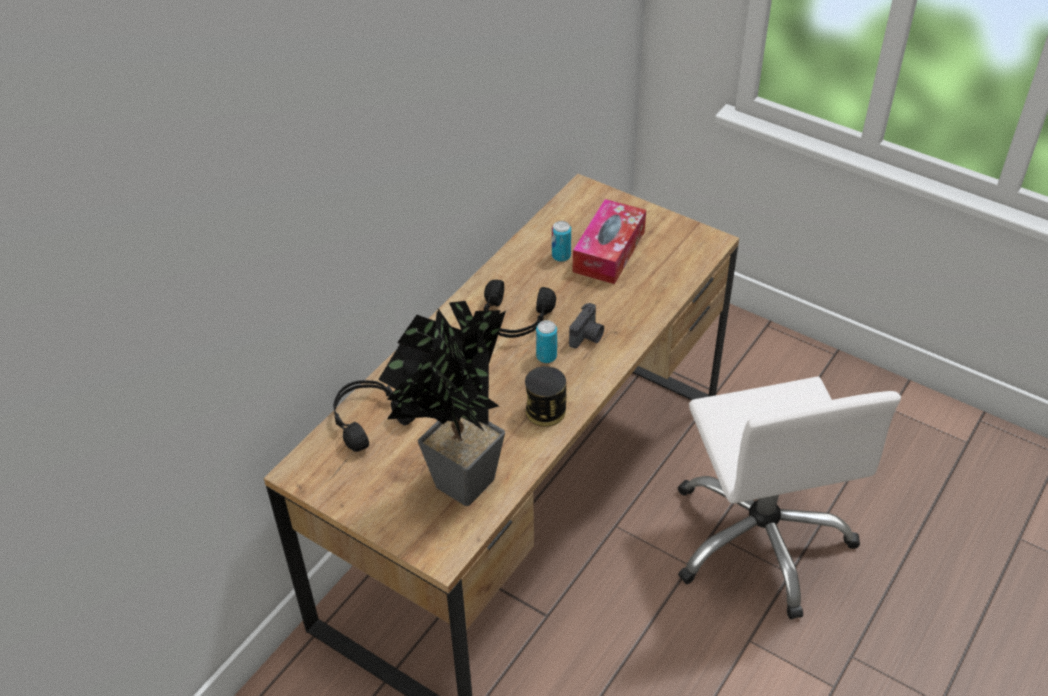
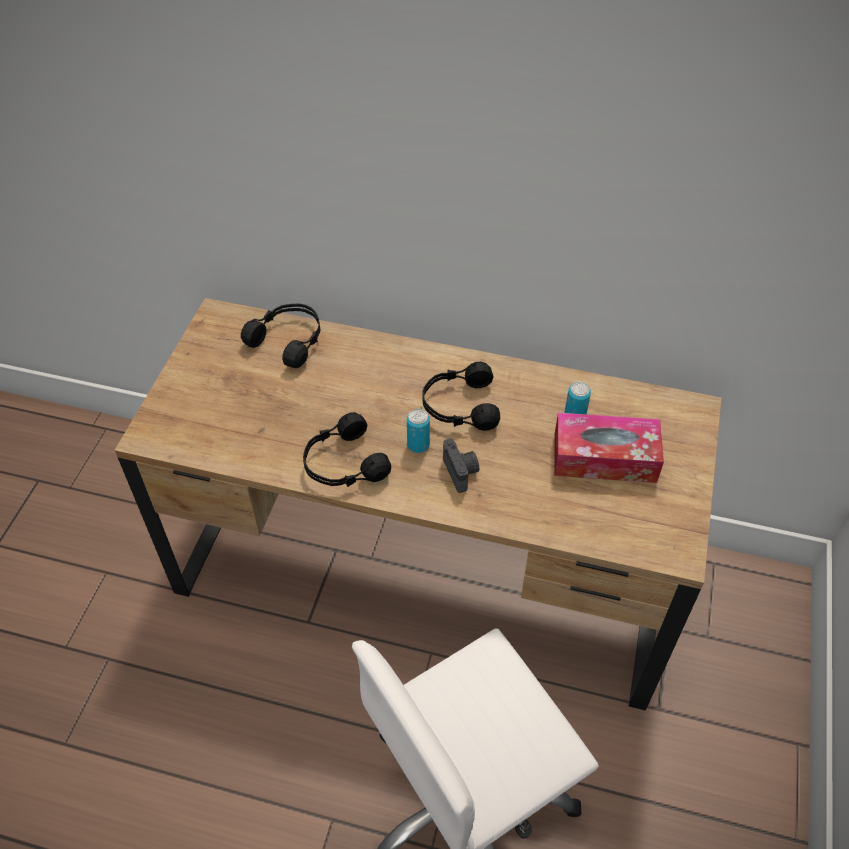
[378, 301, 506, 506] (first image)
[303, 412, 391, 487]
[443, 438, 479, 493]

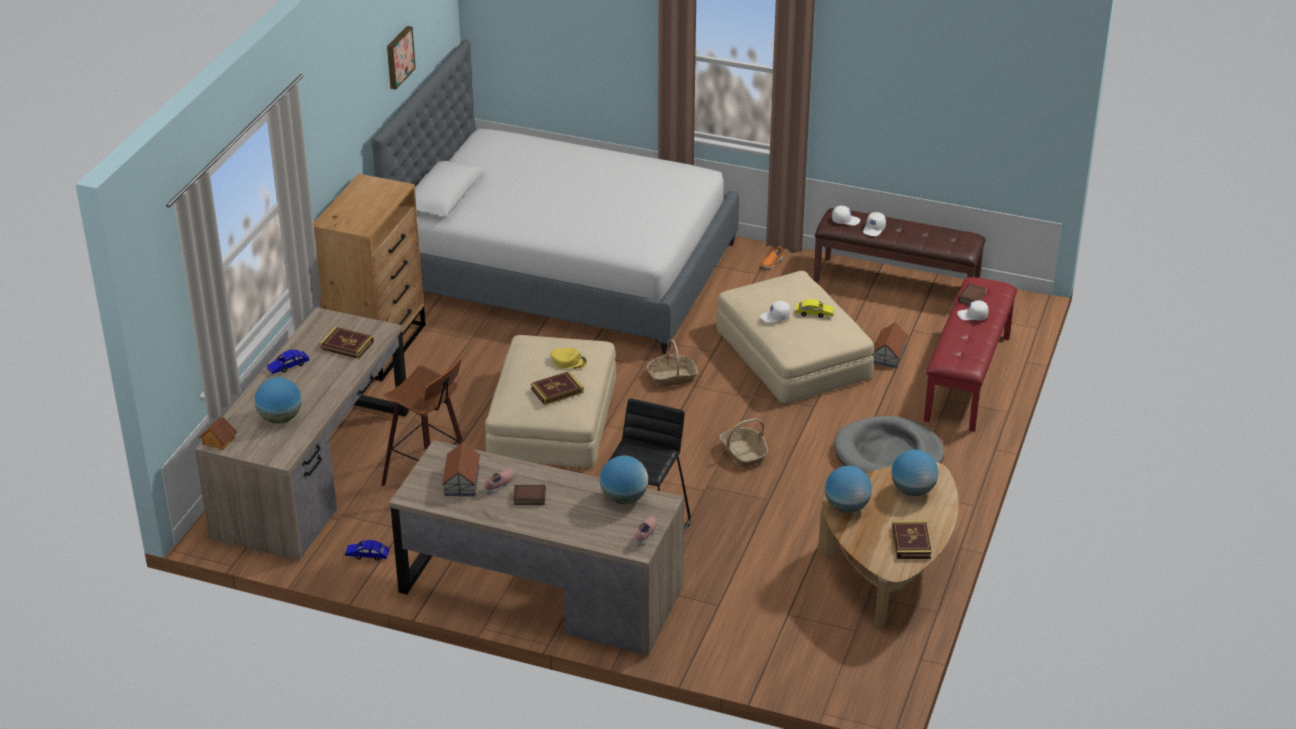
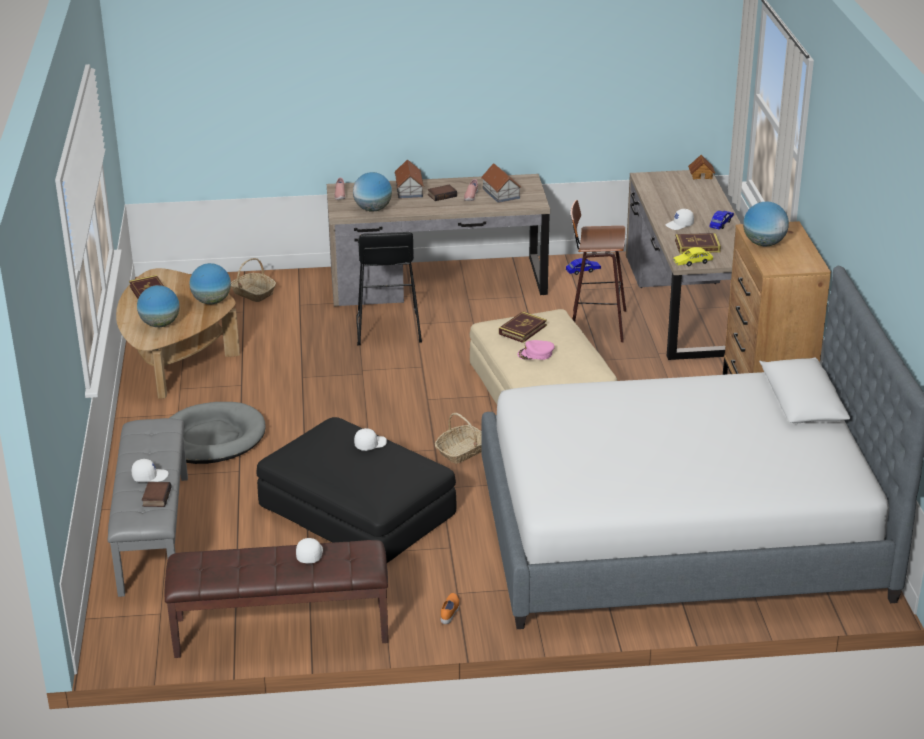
[387, 26, 416, 90] (first image)
[743, 201, 789, 246]
[231, 258, 276, 302]
[673, 247, 713, 266]
[666, 209, 694, 230]
[394, 159, 424, 199]
[518, 340, 555, 360]
[257, 417, 456, 563]
[108, 418, 188, 597]

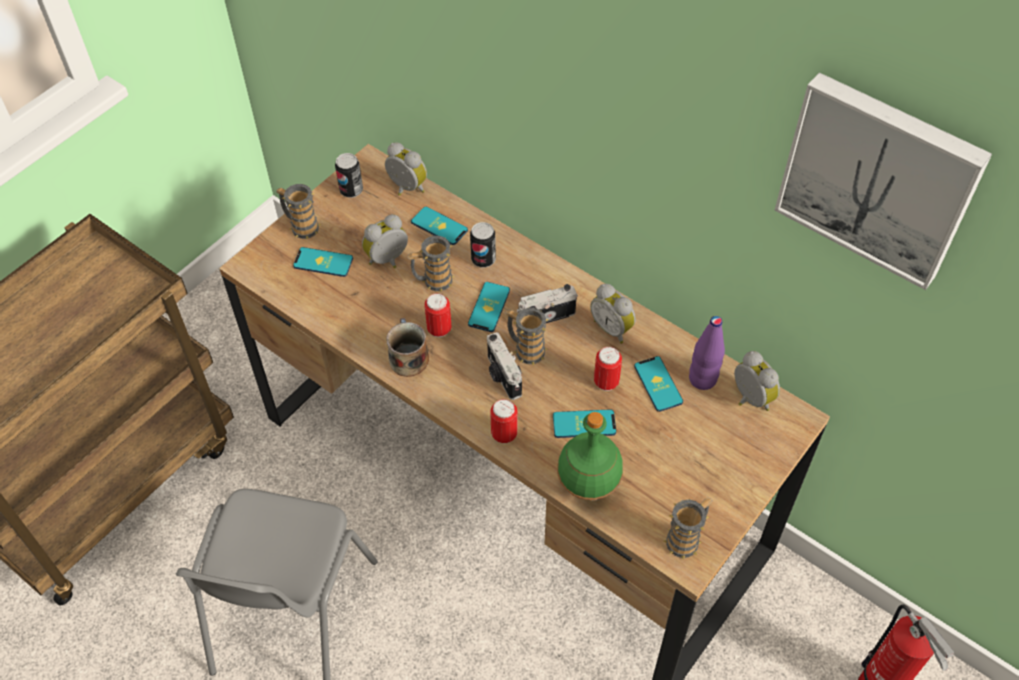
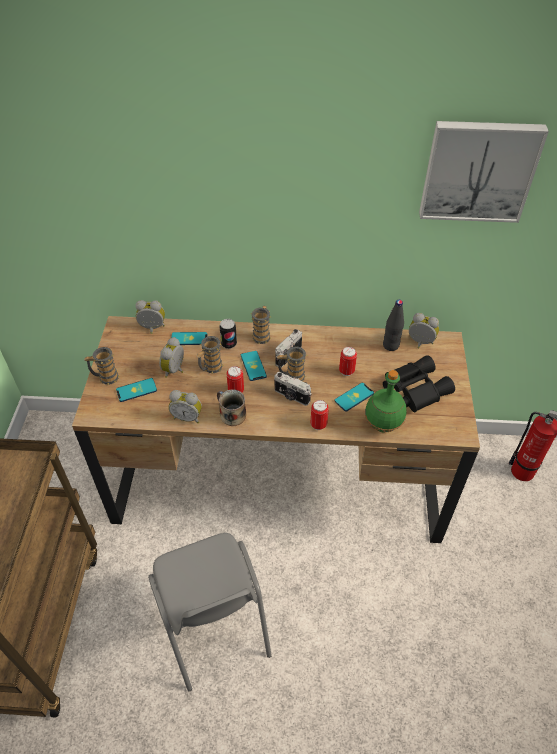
[335, 153, 363, 198] (first image)
[634, 356, 683, 412] (first image)
[383, 355, 455, 413]
[168, 390, 202, 423]
[251, 306, 272, 344]
[383, 300, 404, 351]

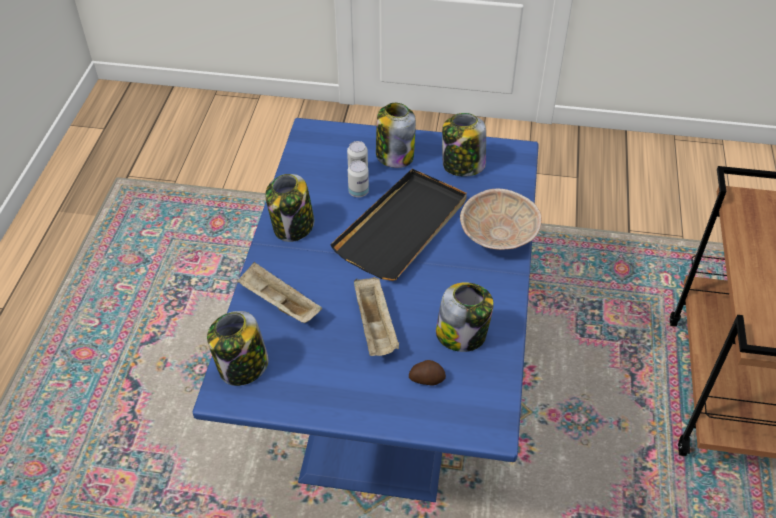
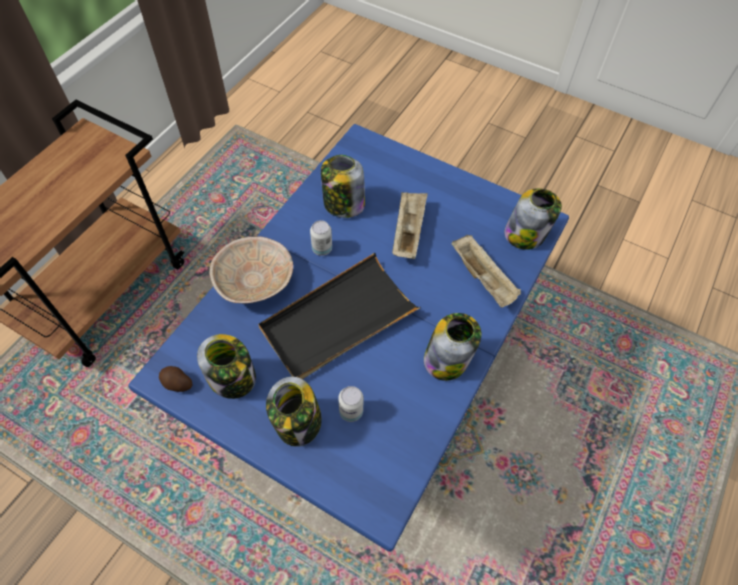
[310, 220, 332, 256]
[159, 366, 193, 392]

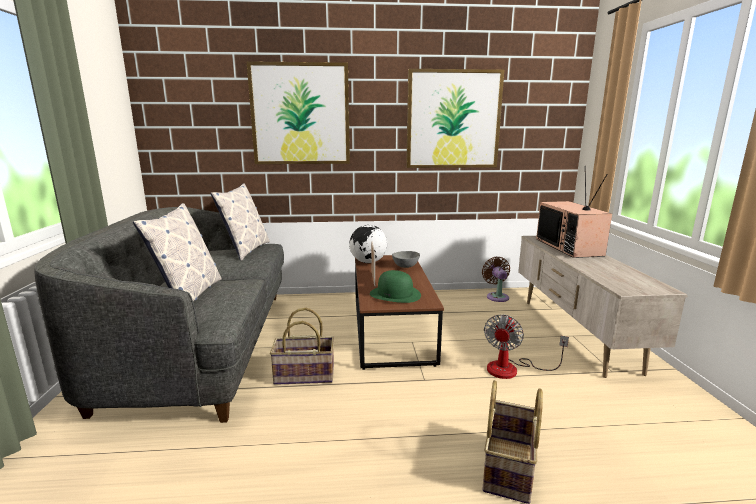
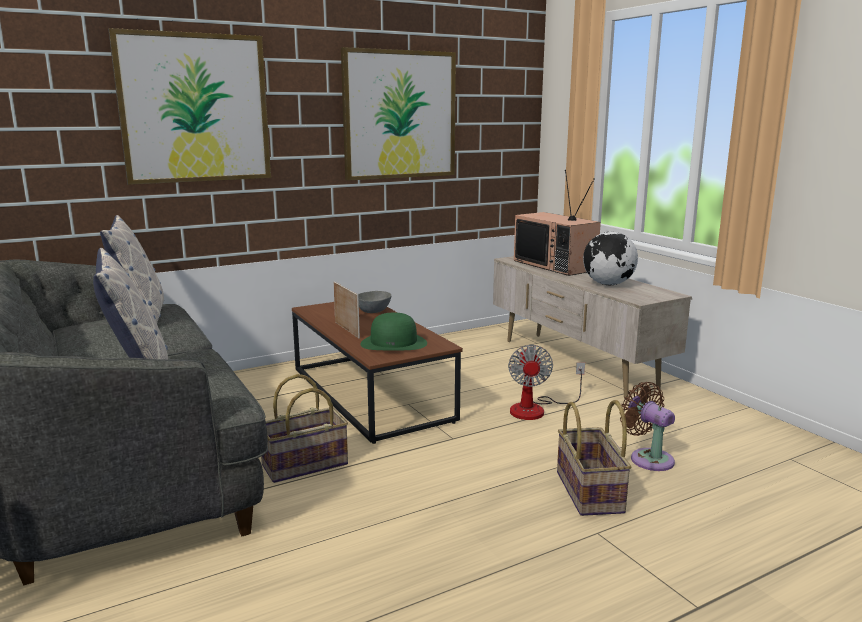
[583, 232, 638, 285]
[620, 382, 675, 471]

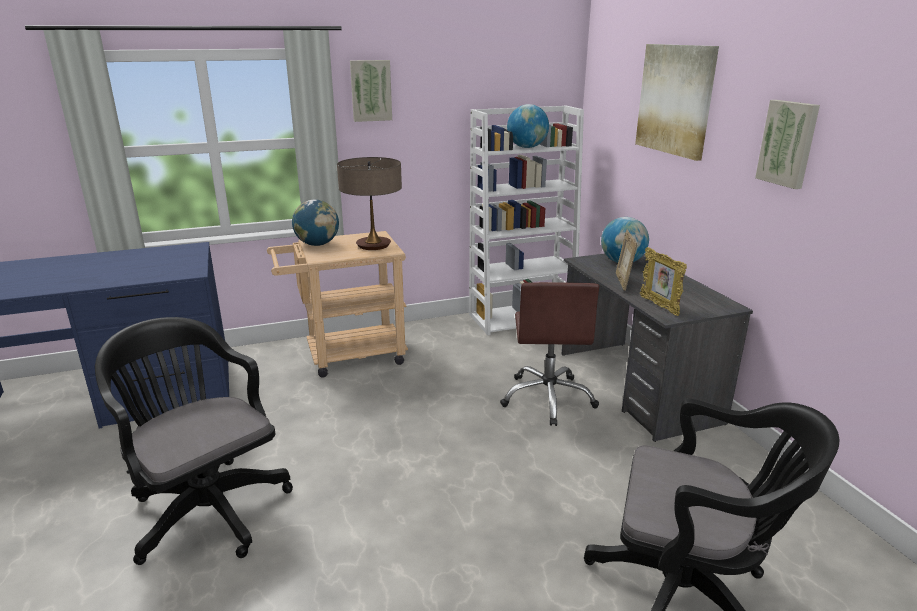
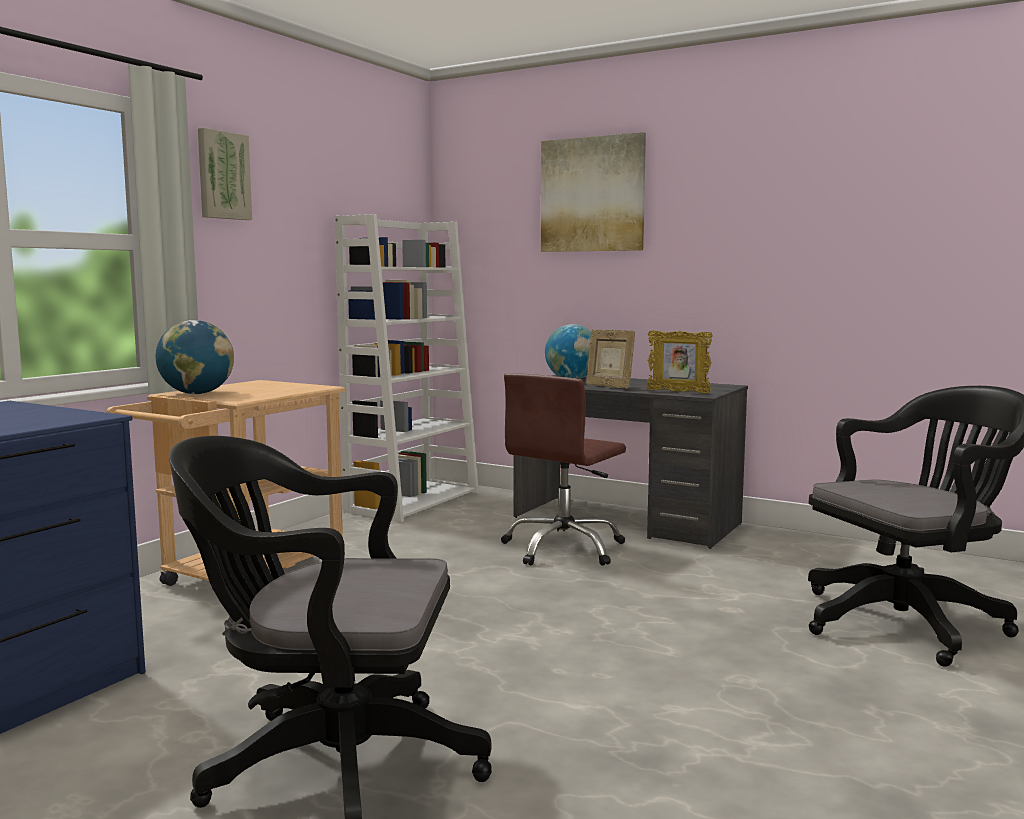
[337, 157, 402, 250] (first image)
[507, 104, 549, 148] (first image)
[755, 100, 820, 189] (first image)
[501, 373, 626, 566]

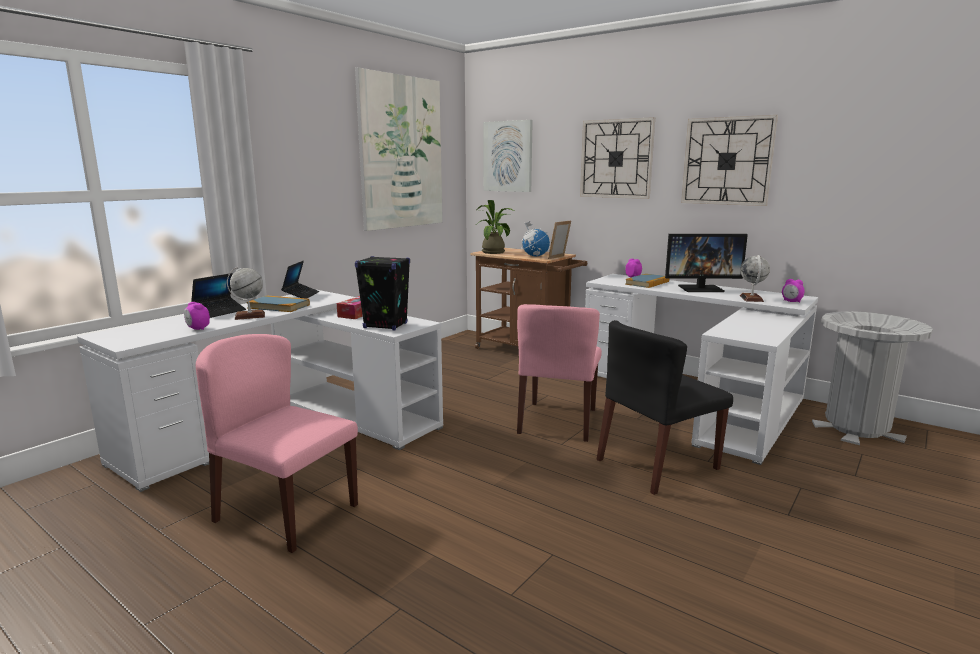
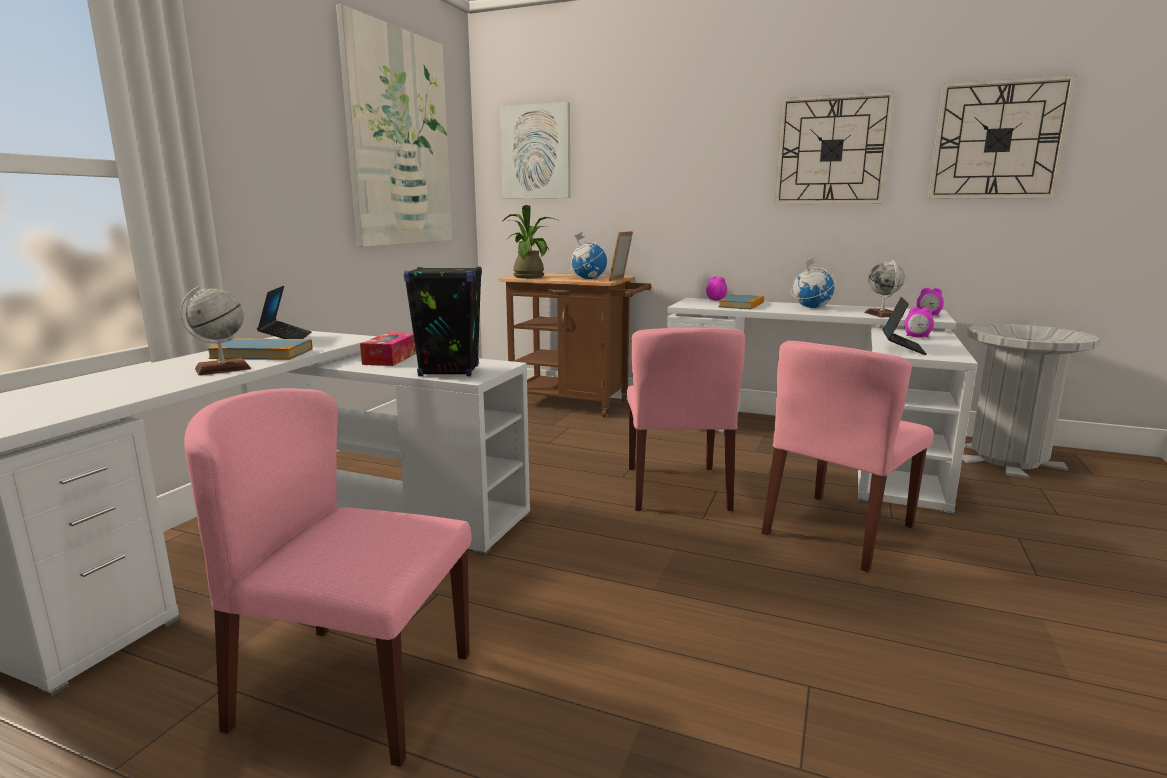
[904, 307, 934, 337]
[882, 297, 927, 355]
[928, 75, 1077, 199]
[790, 257, 836, 308]
[762, 341, 934, 572]

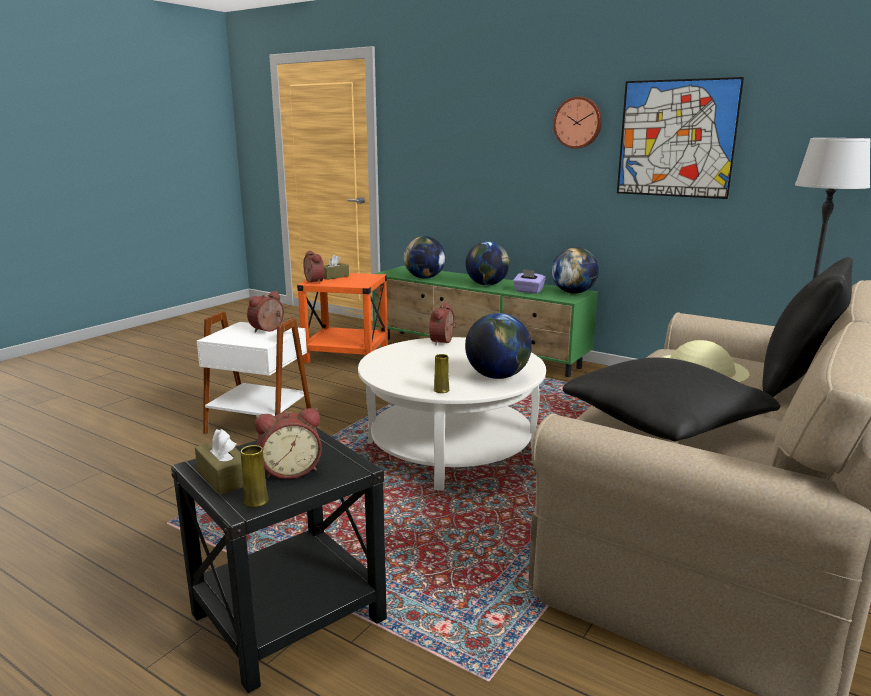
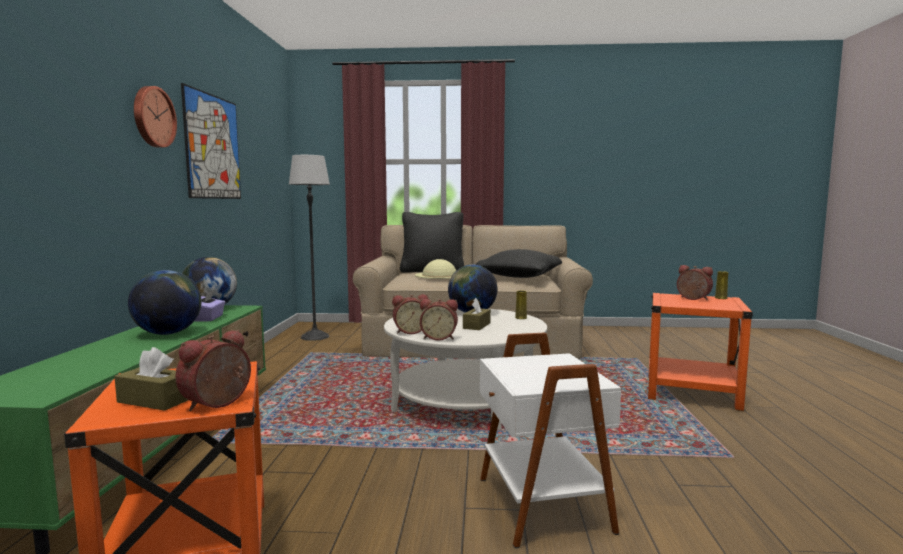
[404, 236, 446, 279] (first image)
[463, 298, 491, 330]
[420, 299, 458, 340]
[648, 293, 753, 411]

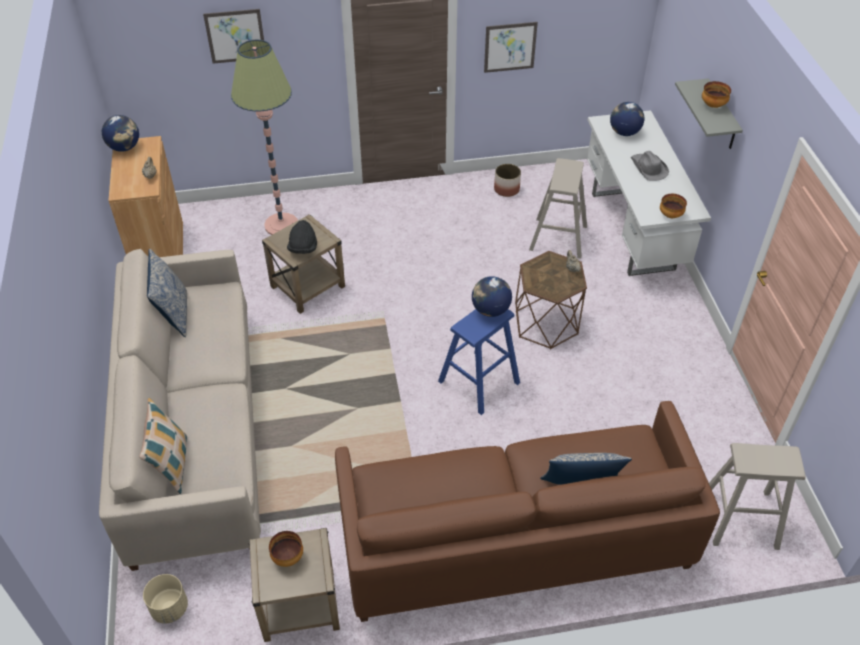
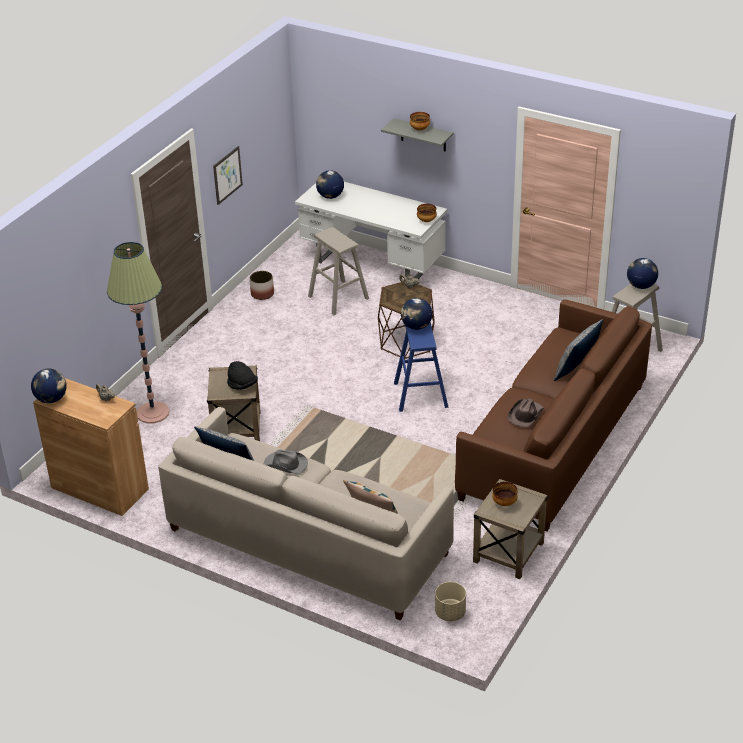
[203, 9, 264, 64] (first image)
[508, 399, 544, 427]
[627, 258, 658, 289]
[264, 450, 308, 475]

